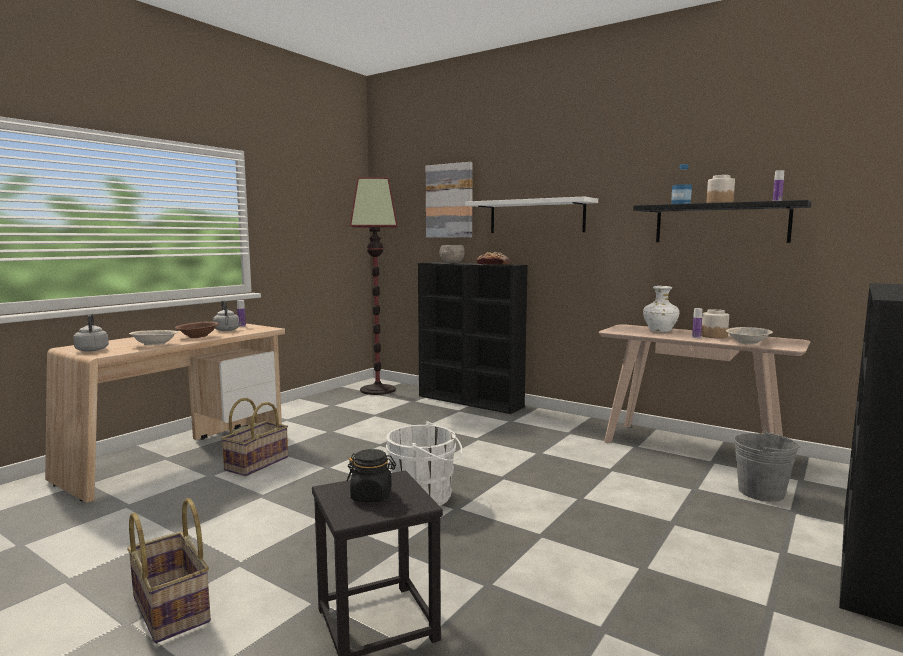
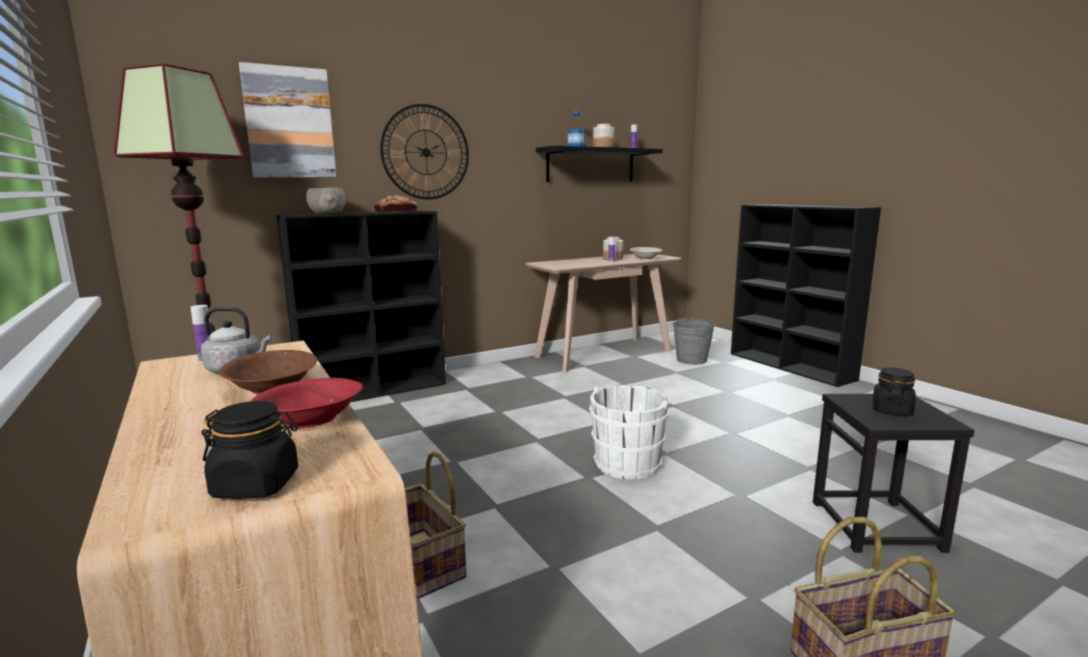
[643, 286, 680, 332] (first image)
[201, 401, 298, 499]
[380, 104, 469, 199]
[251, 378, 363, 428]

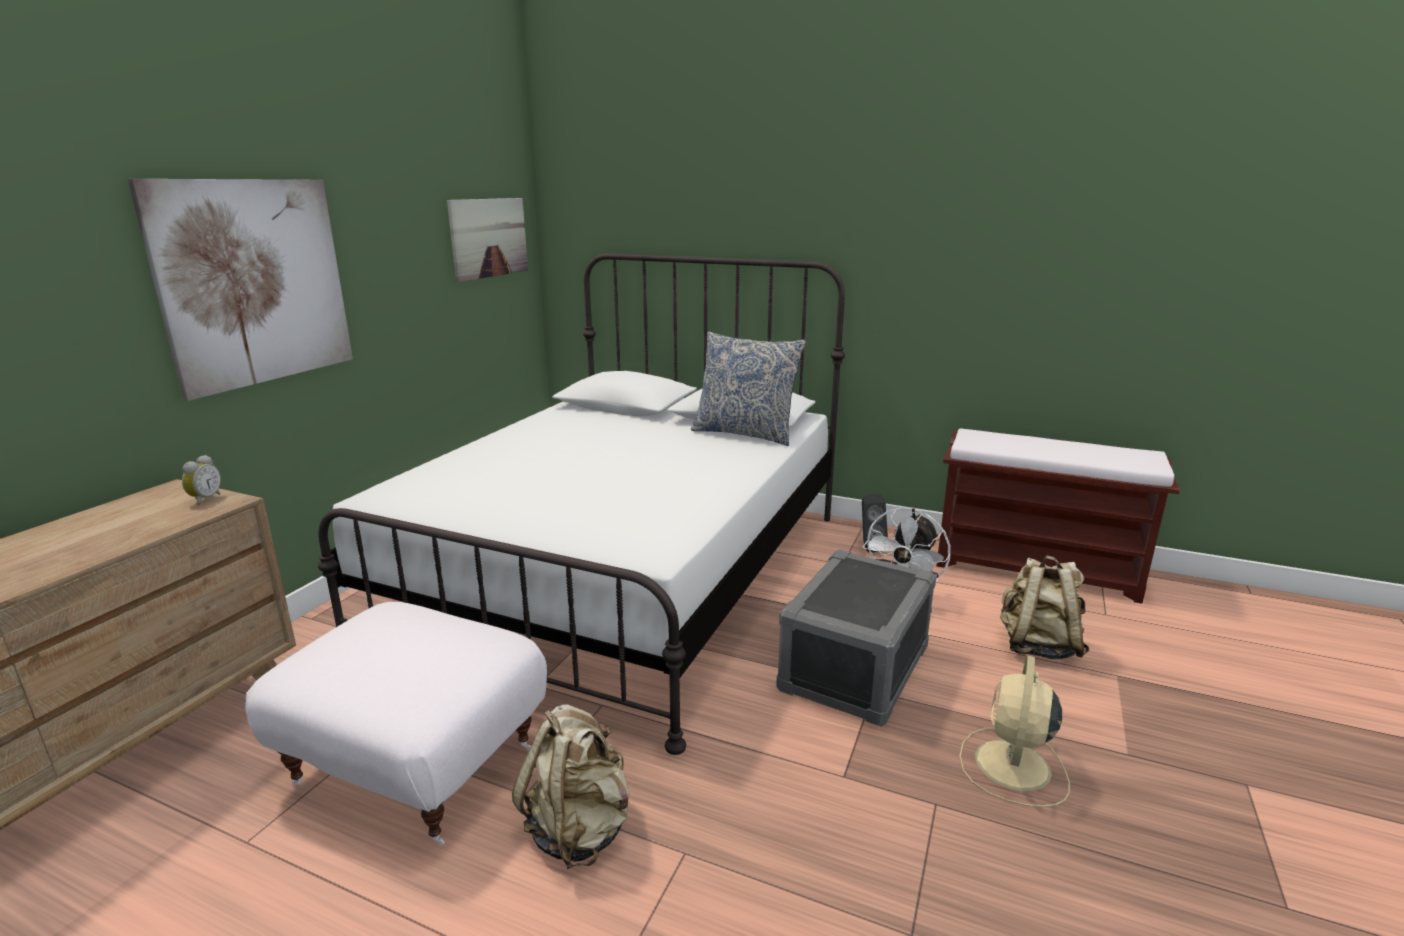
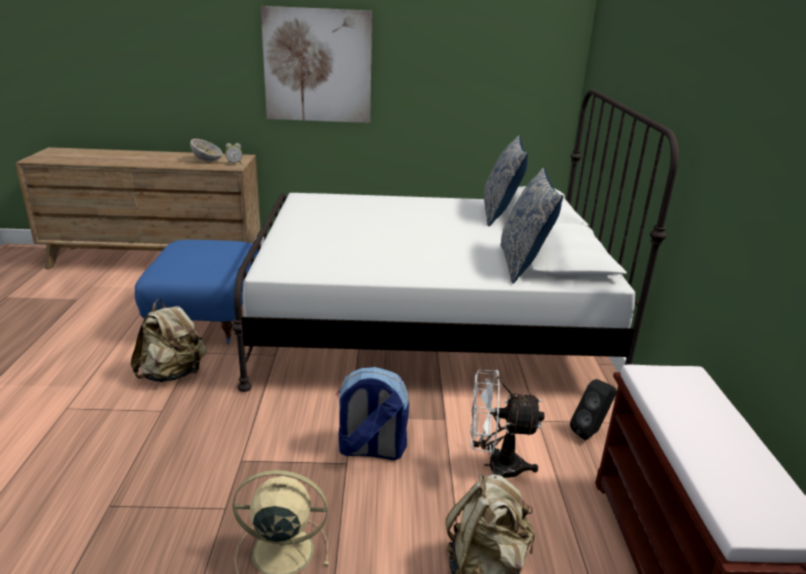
[447, 198, 528, 282] (first image)
[190, 139, 223, 162]
[484, 136, 528, 226]
[336, 367, 409, 460]
[135, 240, 258, 344]

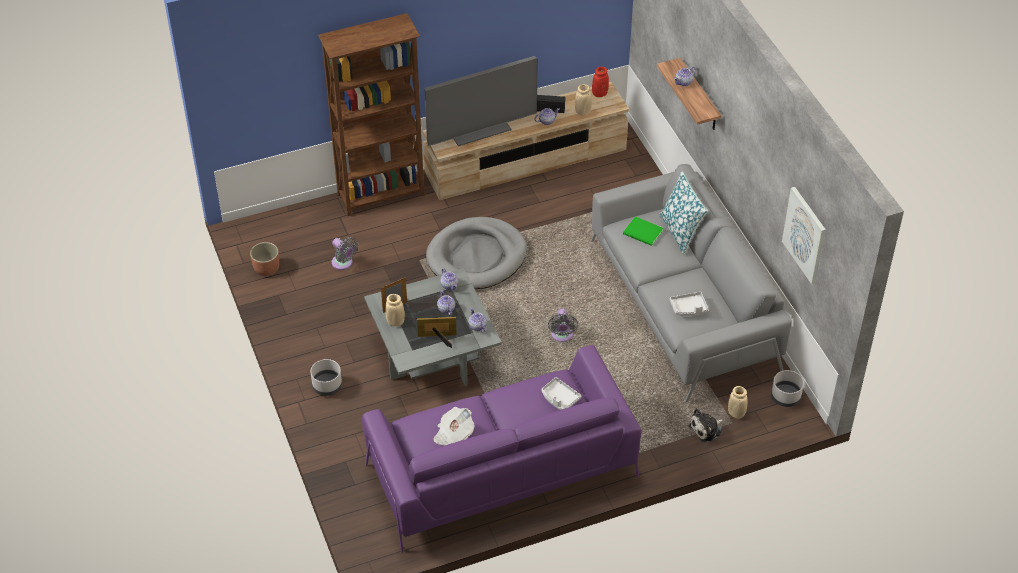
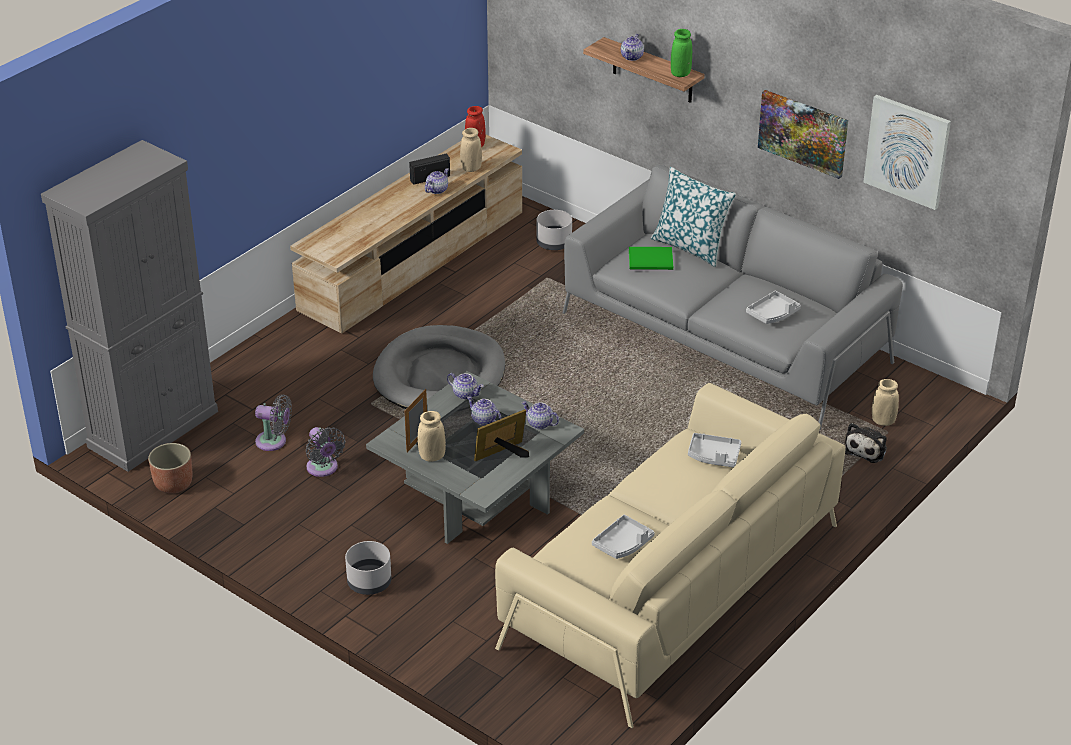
[318, 13, 424, 216] (first image)
[424, 56, 538, 146] (first image)
[41, 140, 218, 472]
[671, 29, 692, 77]
[758, 90, 848, 179]
[306, 427, 346, 477]
[537, 210, 572, 250]
[592, 515, 655, 559]
[495, 383, 846, 728]

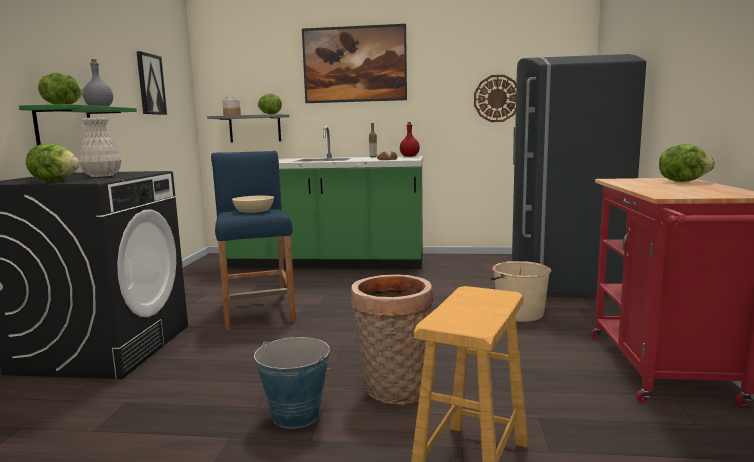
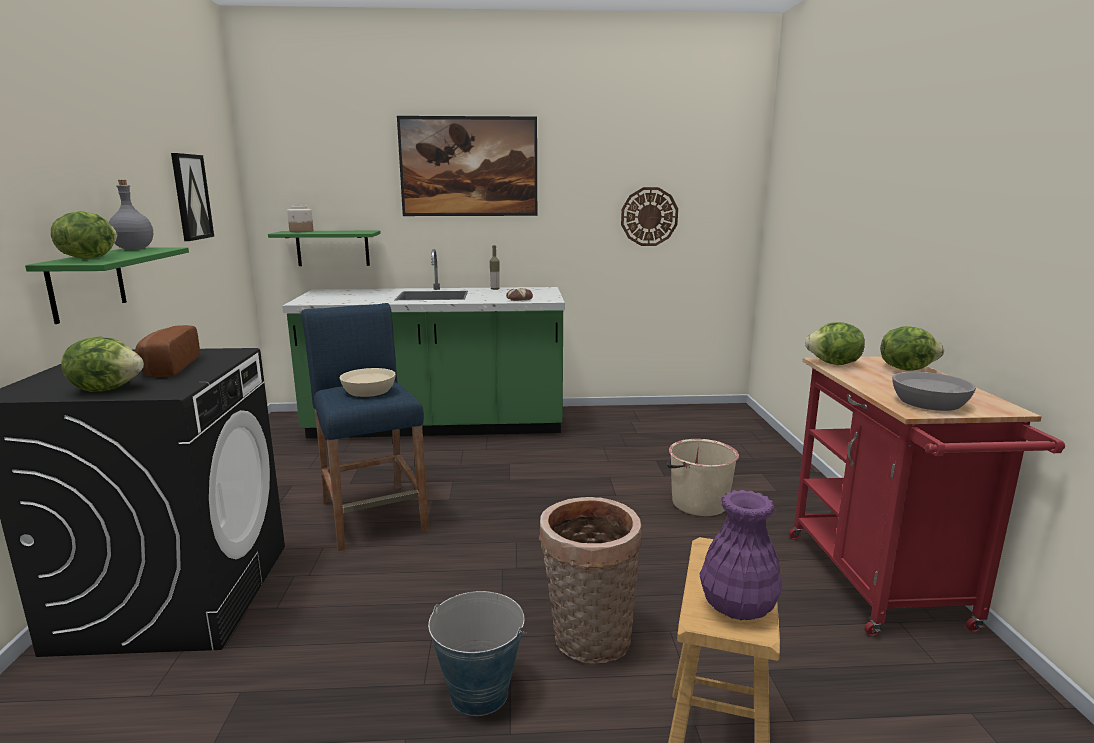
[400, 122, 420, 157] (first image)
[512, 54, 646, 296] (first image)
[700, 490, 782, 620]
[892, 372, 976, 411]
[805, 322, 865, 365]
[135, 325, 200, 377]
[268, 231, 381, 266]

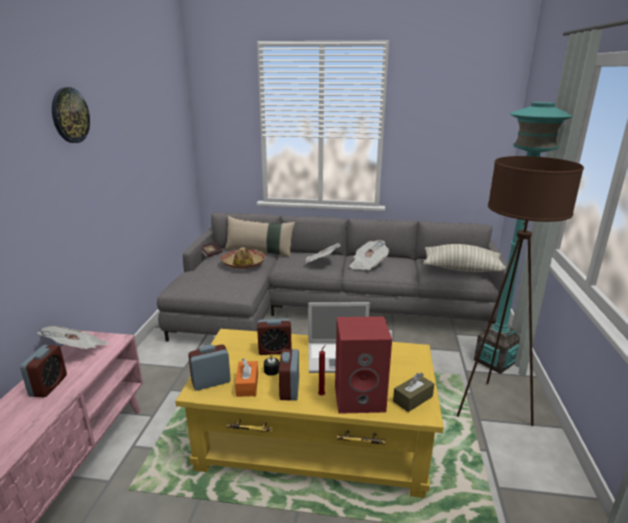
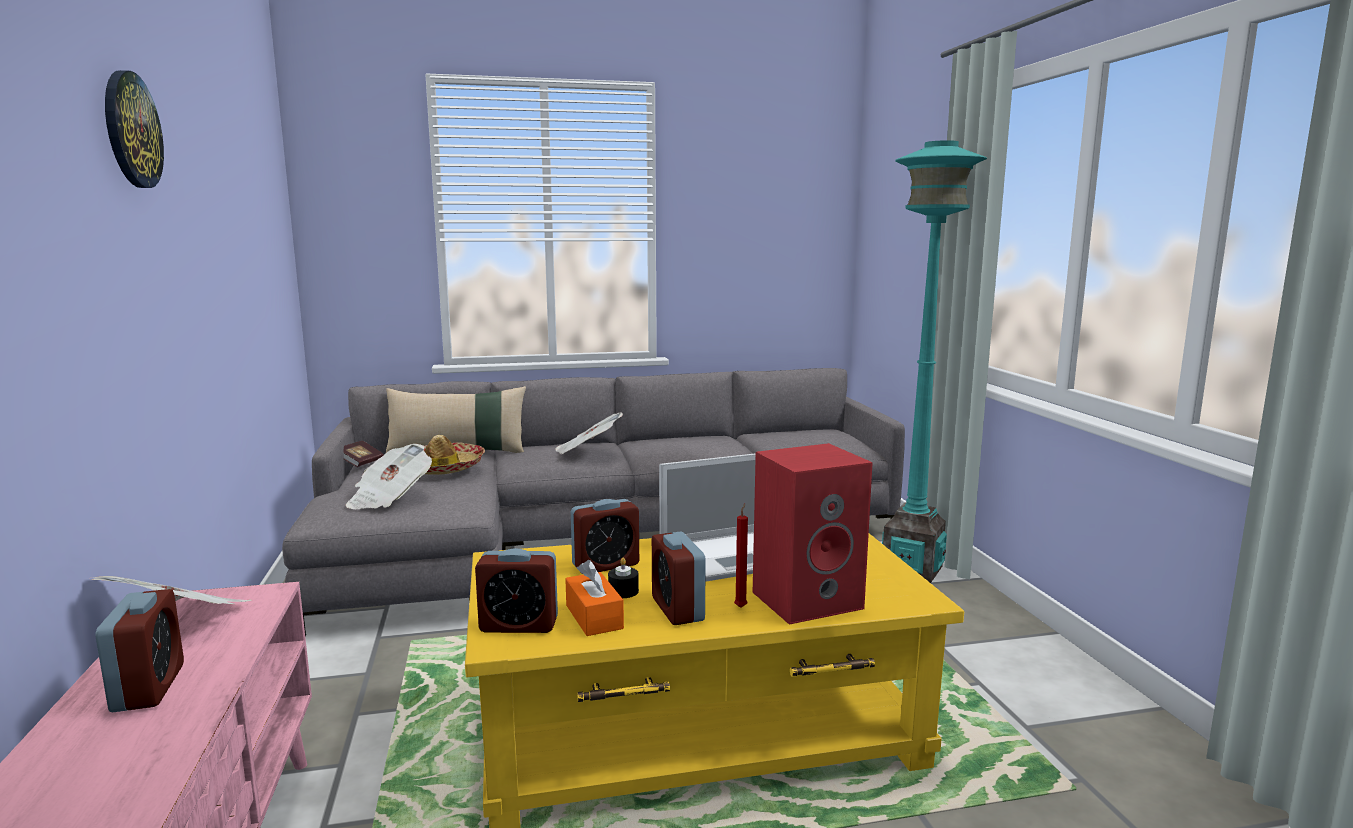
[393, 372, 434, 412] (first image)
[423, 244, 506, 272] (first image)
[457, 156, 584, 426] (first image)
[346, 444, 432, 509]
[475, 548, 558, 633]

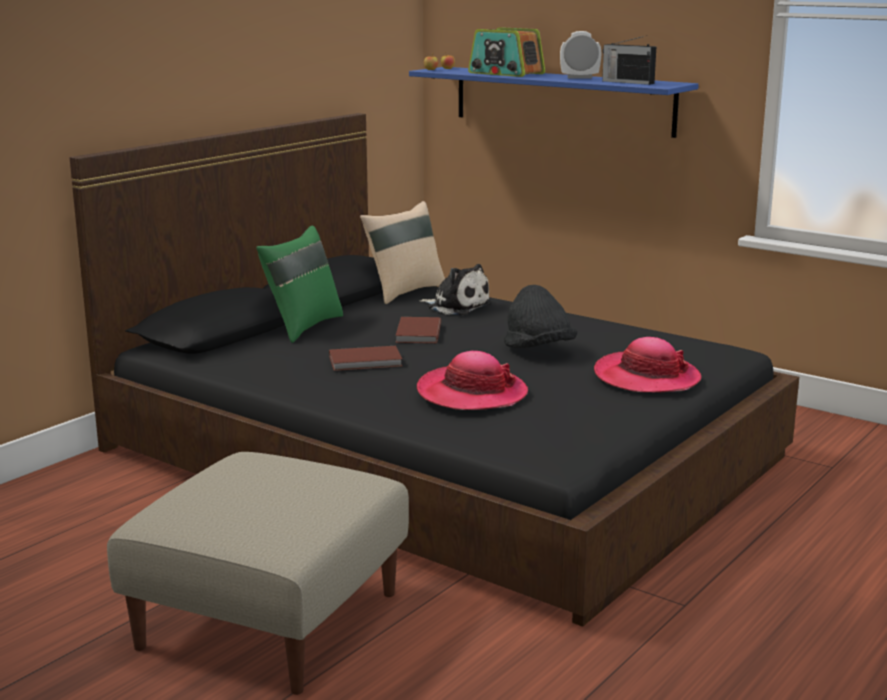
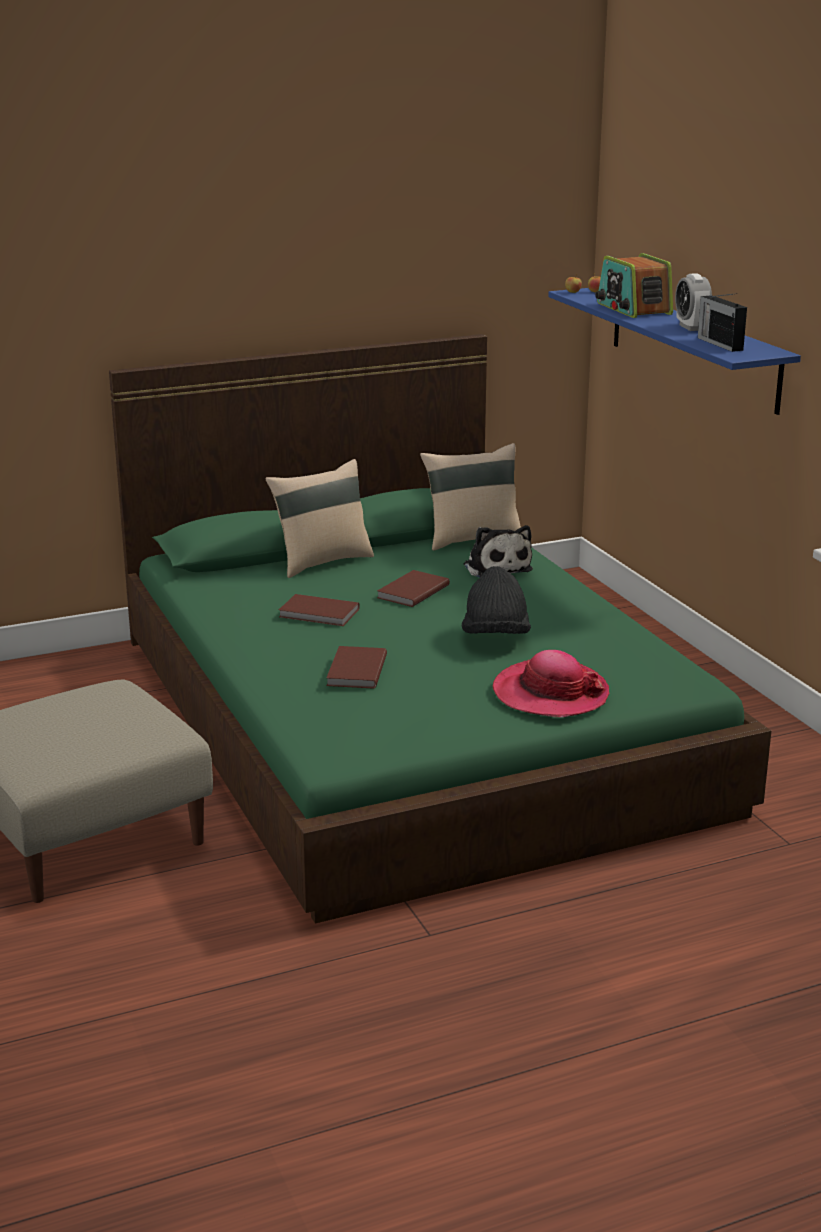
[326, 646, 387, 689]
[109, 334, 771, 923]
[265, 459, 374, 578]
[675, 273, 712, 331]

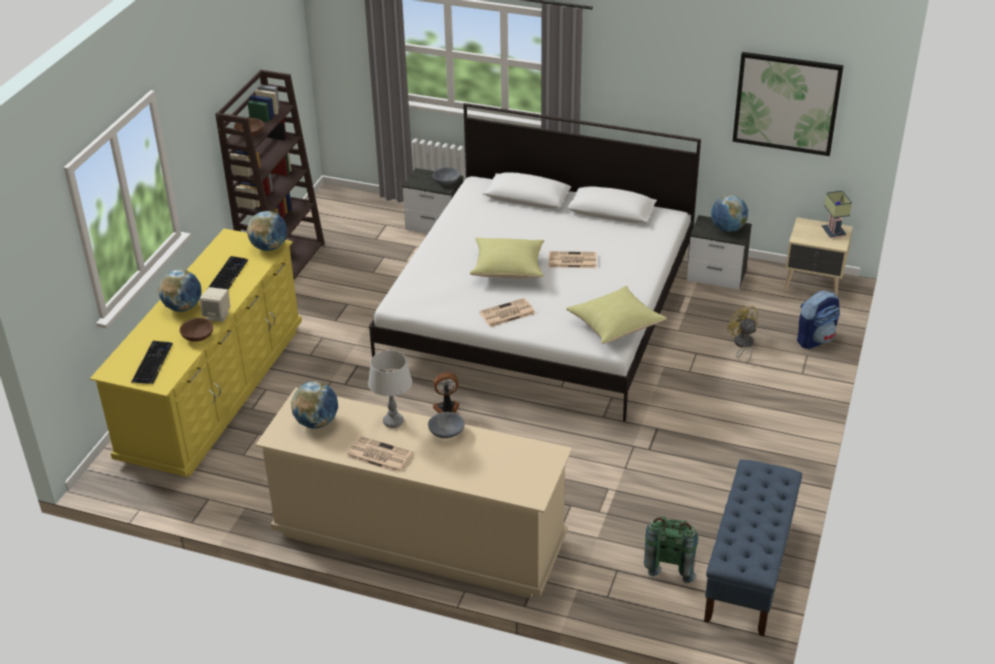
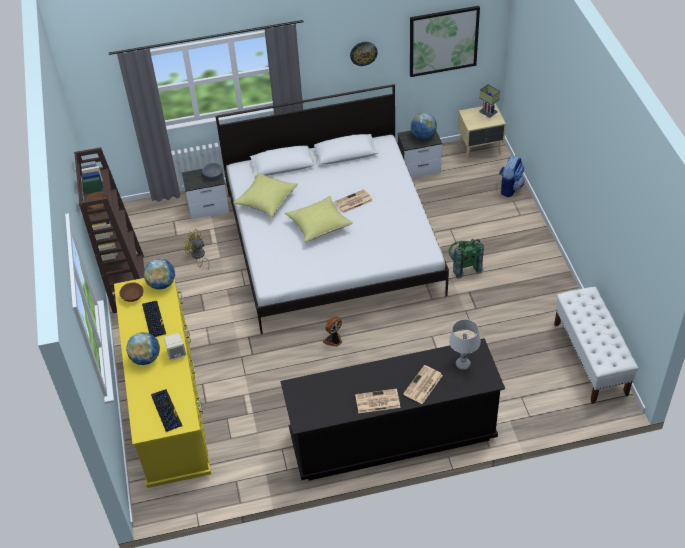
[291, 381, 338, 429] (first image)
[428, 412, 465, 438] (first image)
[350, 42, 378, 66]
[119, 282, 144, 302]
[449, 319, 481, 370]
[403, 365, 443, 404]
[233, 172, 298, 217]
[449, 239, 484, 278]
[184, 229, 210, 269]
[280, 338, 505, 481]
[554, 287, 638, 404]

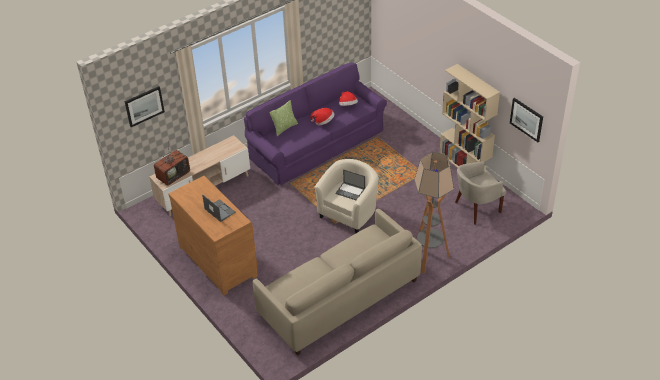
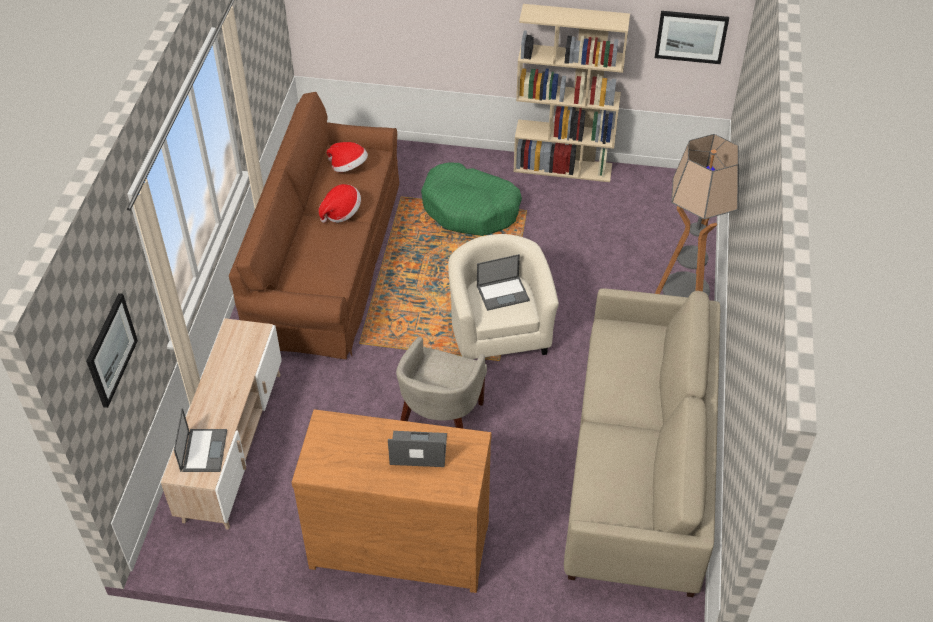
[269, 100, 298, 136] (first image)
[421, 162, 522, 236]
[396, 336, 487, 429]
[174, 408, 227, 472]
[229, 92, 399, 359]

